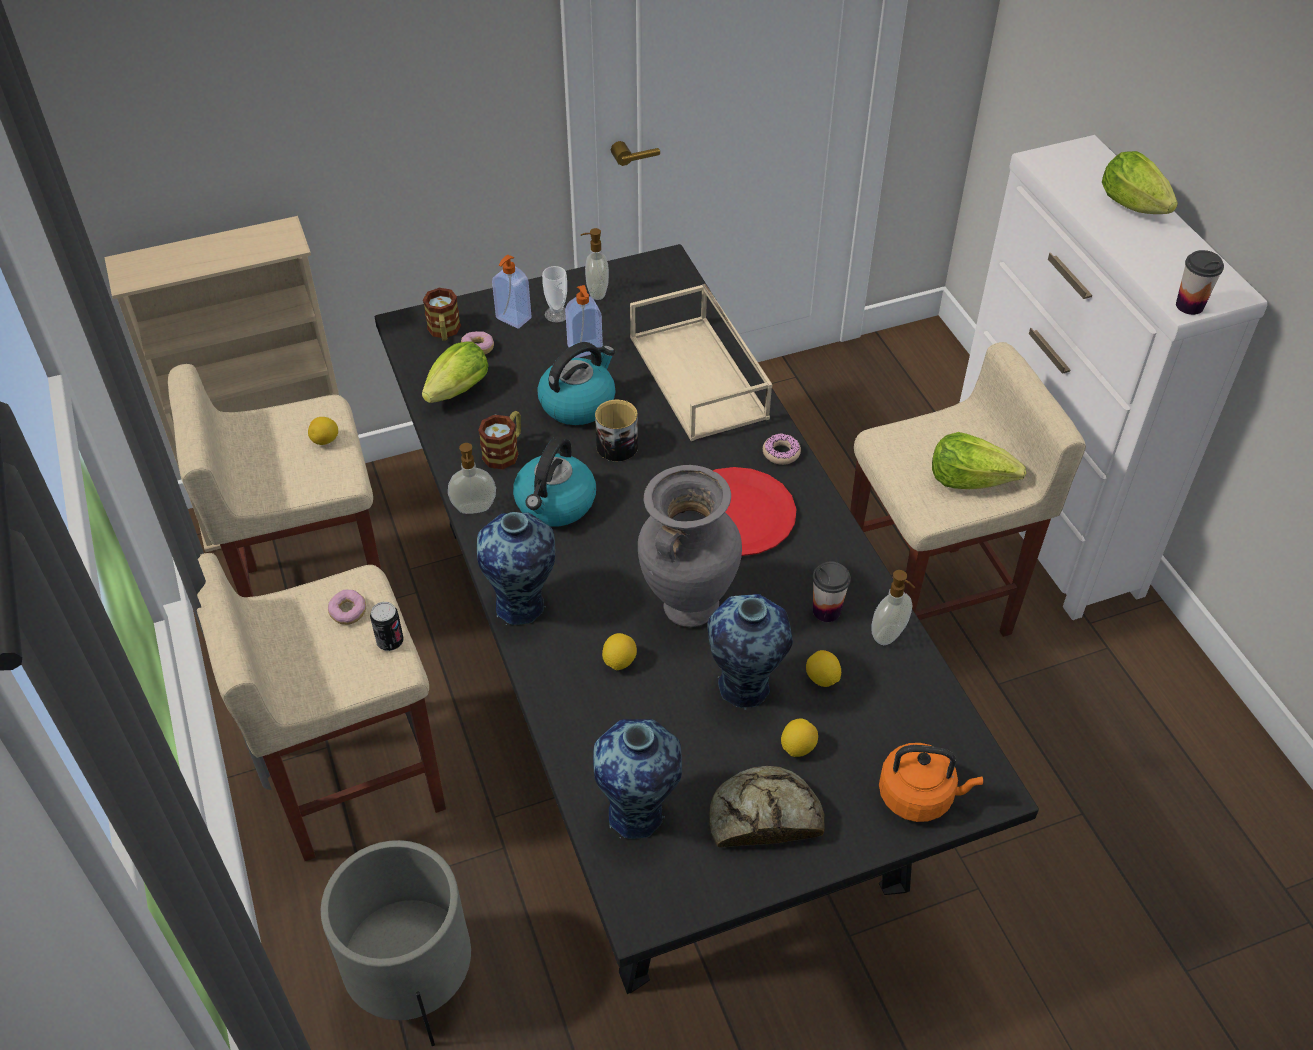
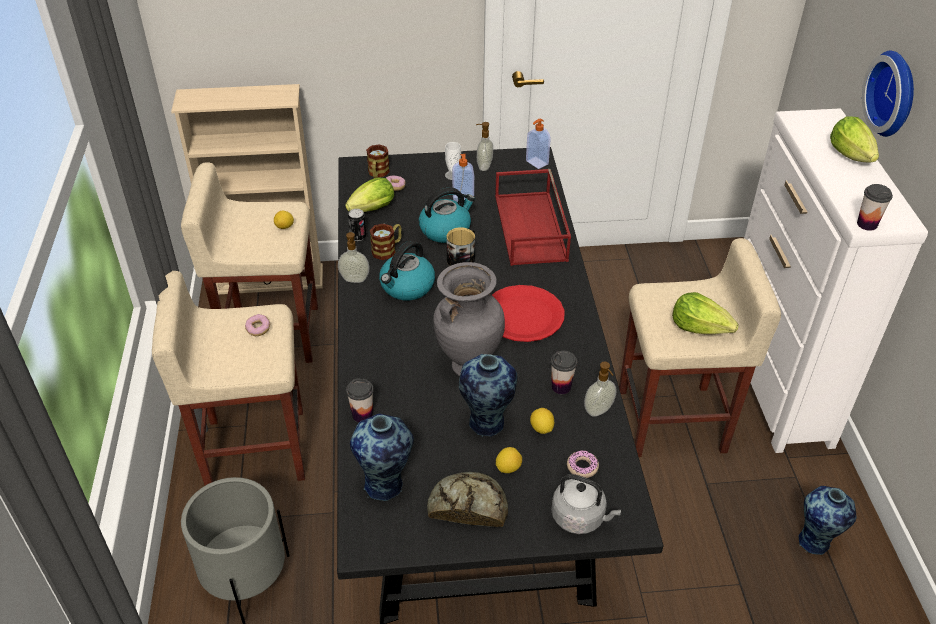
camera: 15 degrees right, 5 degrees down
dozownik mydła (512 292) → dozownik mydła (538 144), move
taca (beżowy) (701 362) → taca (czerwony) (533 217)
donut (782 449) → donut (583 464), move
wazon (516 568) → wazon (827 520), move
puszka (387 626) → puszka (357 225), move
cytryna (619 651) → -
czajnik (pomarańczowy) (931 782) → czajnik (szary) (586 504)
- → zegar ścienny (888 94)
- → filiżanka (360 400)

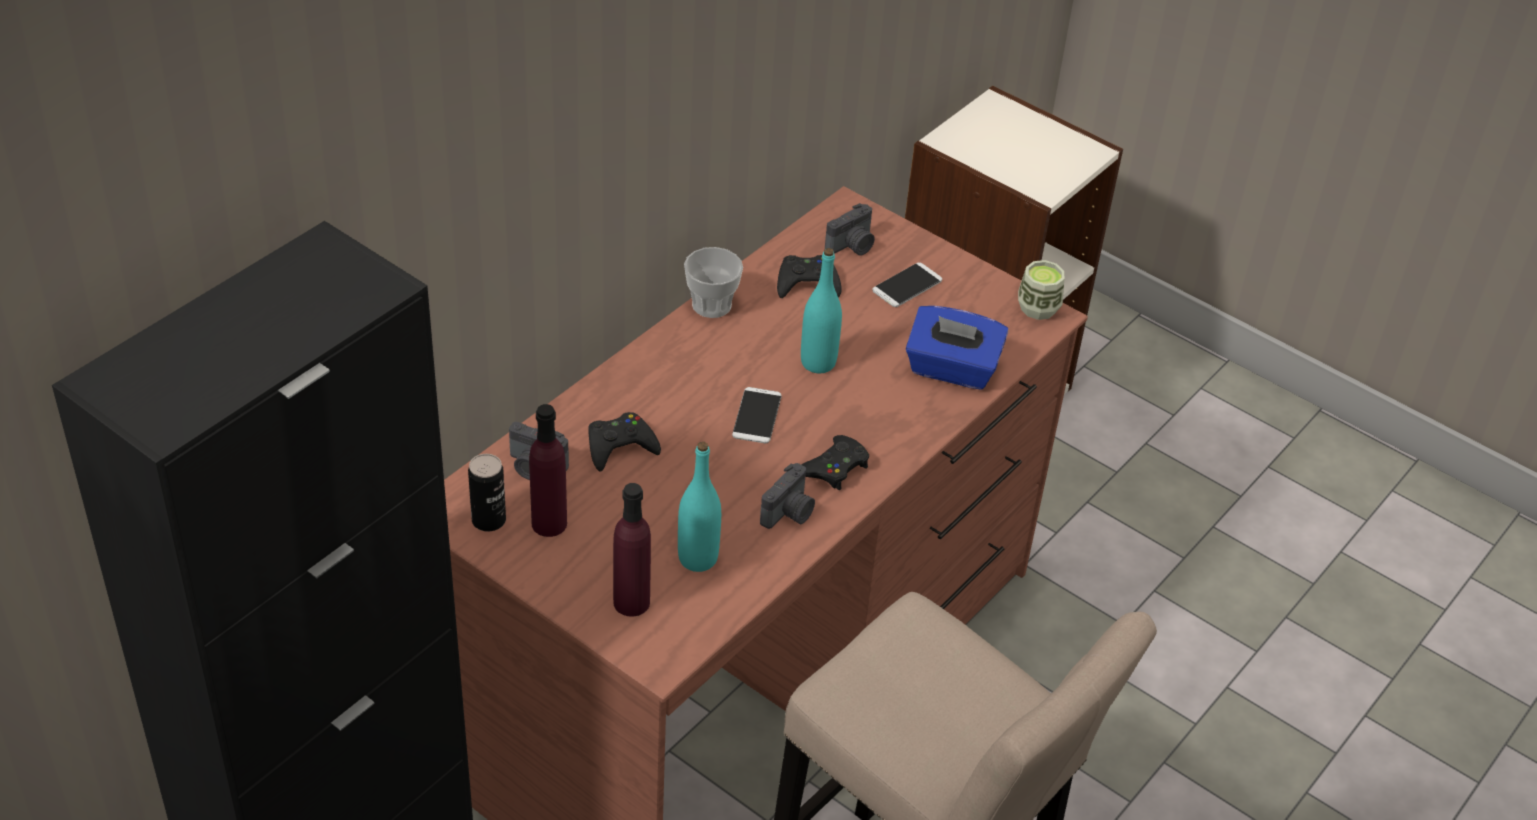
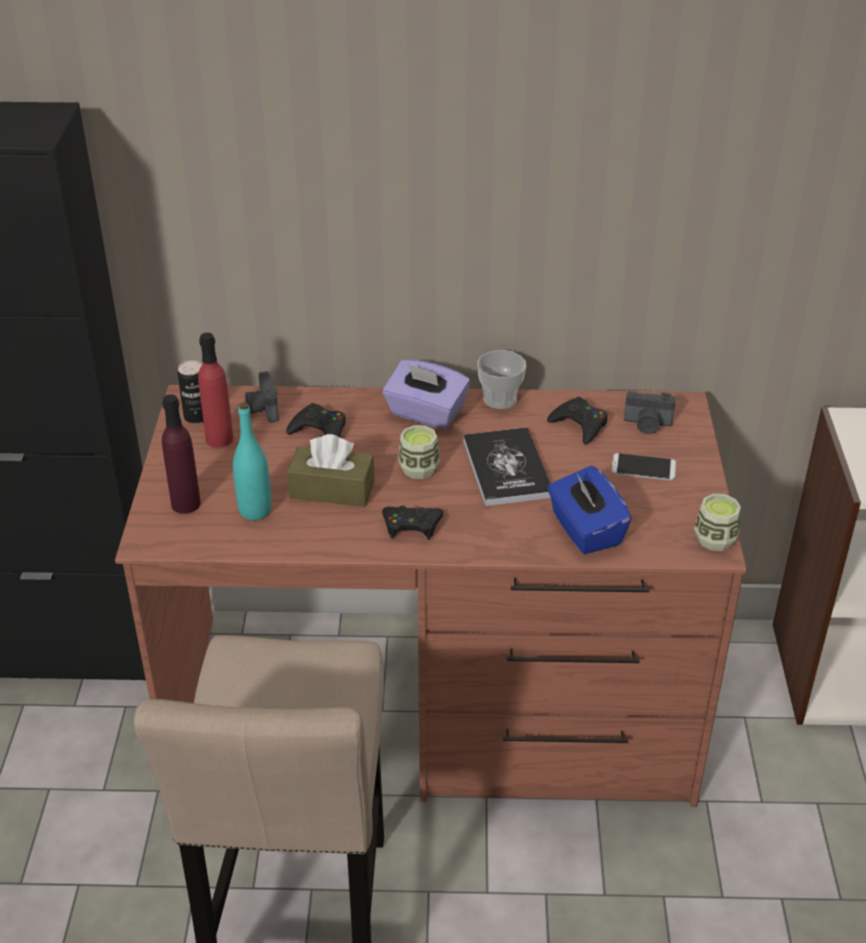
camera: 55 degrees right, 5 degrees down
butelka (turkusowy) (821 310) → książka (507 466)
telefon (757 415) → filiżanka (419 452)
butelka (fioletowy) (548 470) → butelka (czerwony) (215 390)
aparat fotograficzny (787 496) → -
- → pudełko chusteczek (fioletowy) (426 394)
- → pudełko chusteczek (brązowy) (330 470)

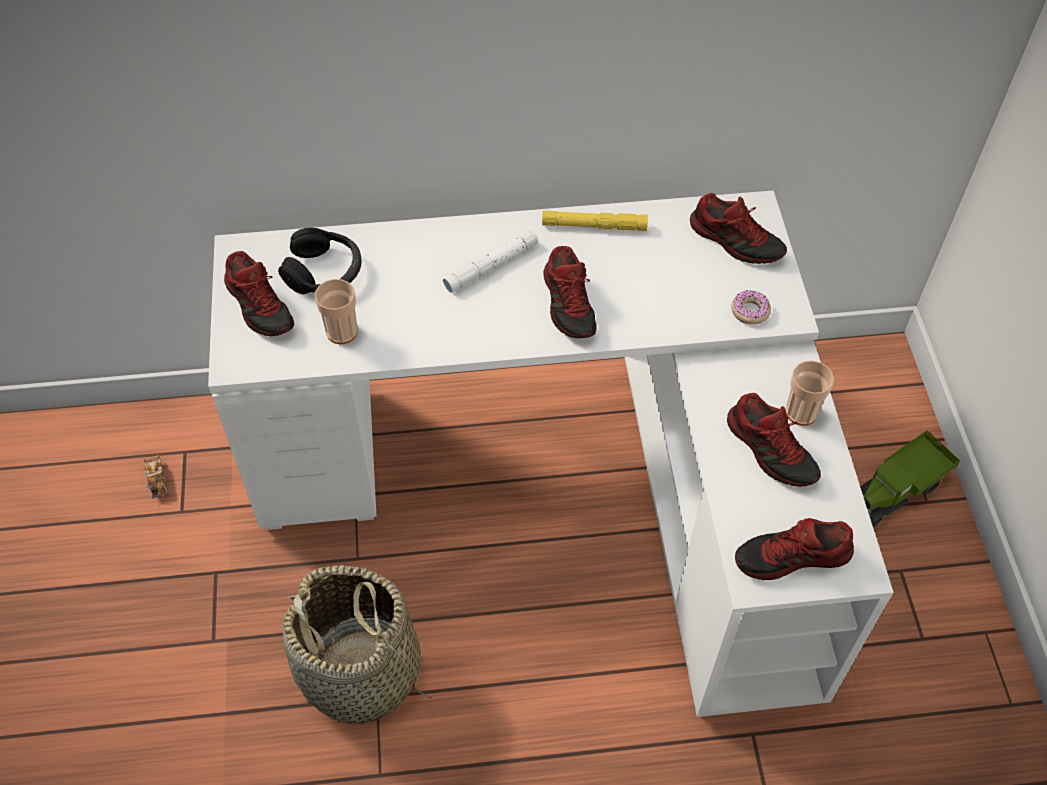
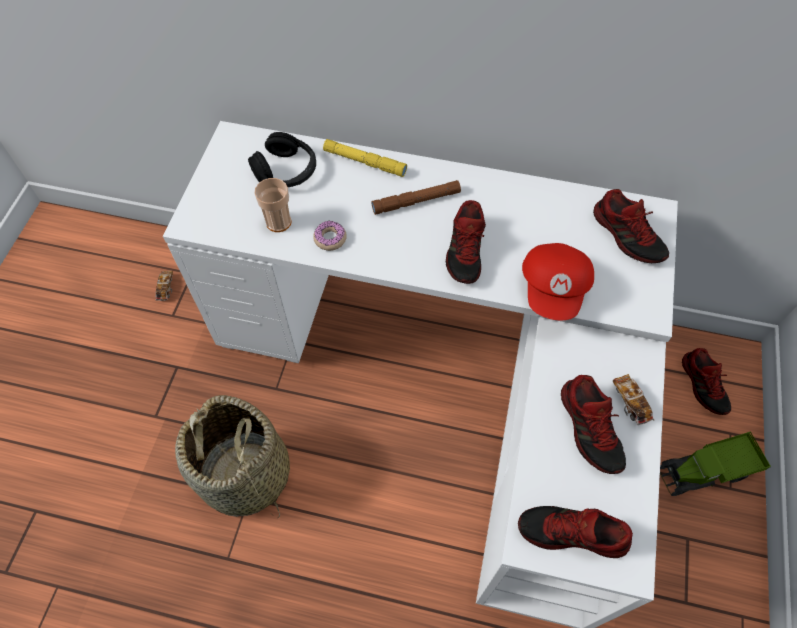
camera: 20 degrees right, 5 degrees up
latarka (żółty) (595 220) → latarka (żółty) (365 158), move
latarka (biały) (490 261) → latarka (brązowy) (416 197)
but (259 293) → but (706 381), move
donut (751 307) → donut (330 236), move
filiżanka (809 393) → samochodzik (633 399)
- → czapka z daszkiem (czerwony) (558 281)

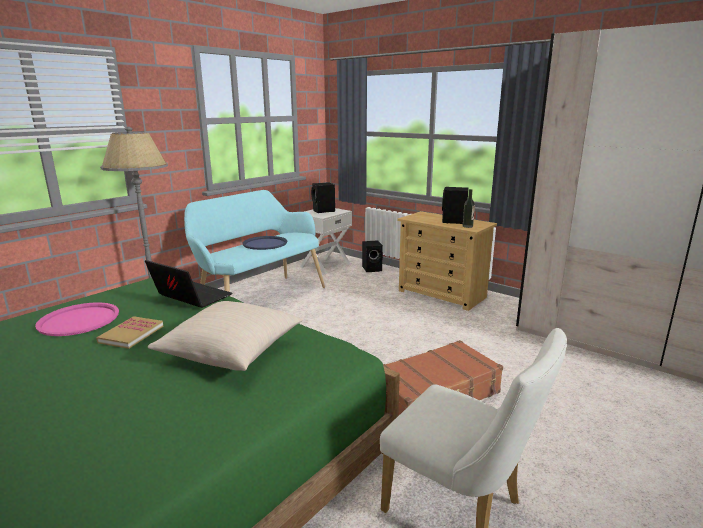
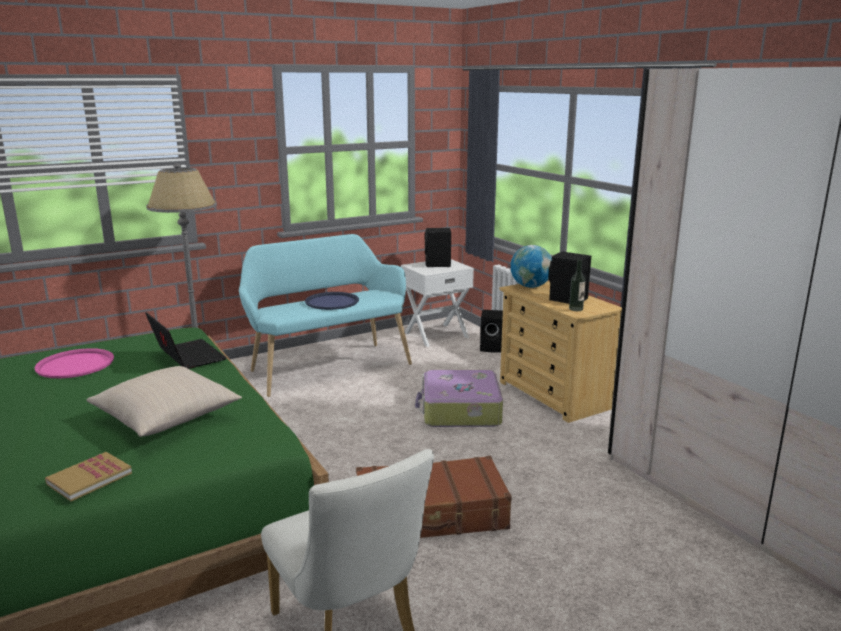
camera: 20 degrees right, 0 degrees up
książka (129 332) → książka (88 476), move
- → globus (531 266)
- → walizka (459 398)

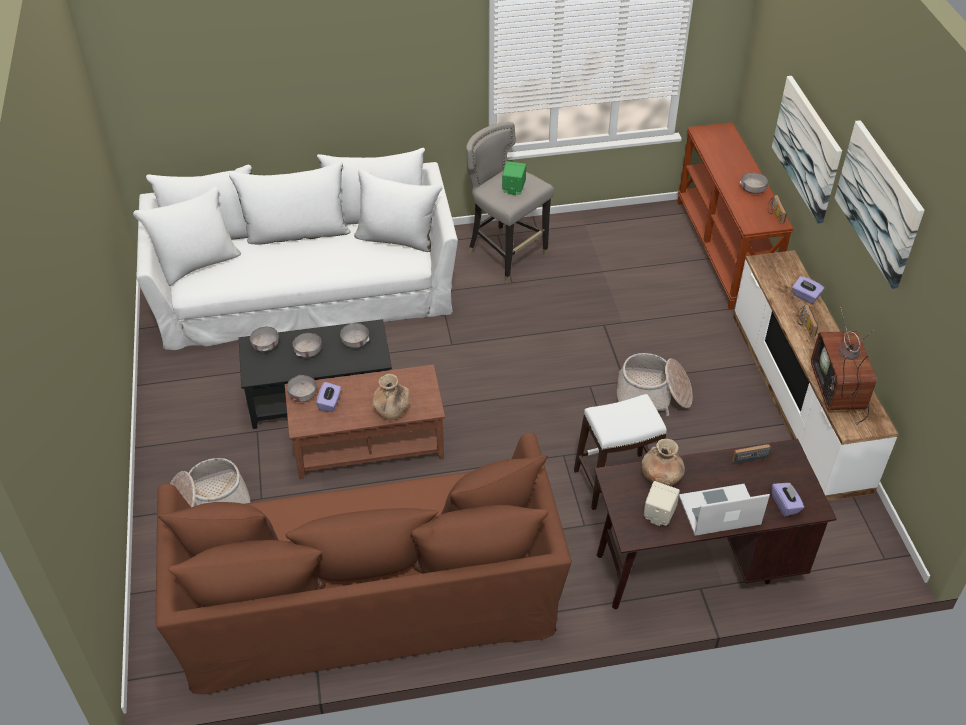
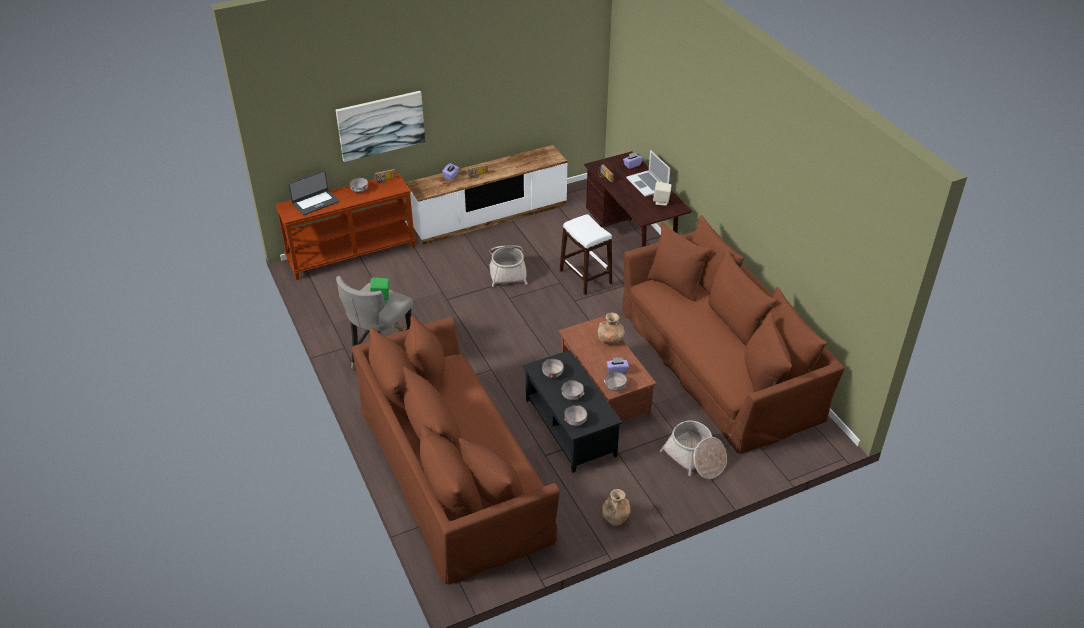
camera: 105 degrees left, 5 degrees down
obraz (880 204) → -
kanapa (biały) (295 249) → kanapa (brązowy) (456 450)
telewizor (843 366) → -
wazon (brązowy) (663 462) → wazon (brązowy) (616 507), move
- → laptop (313 193)

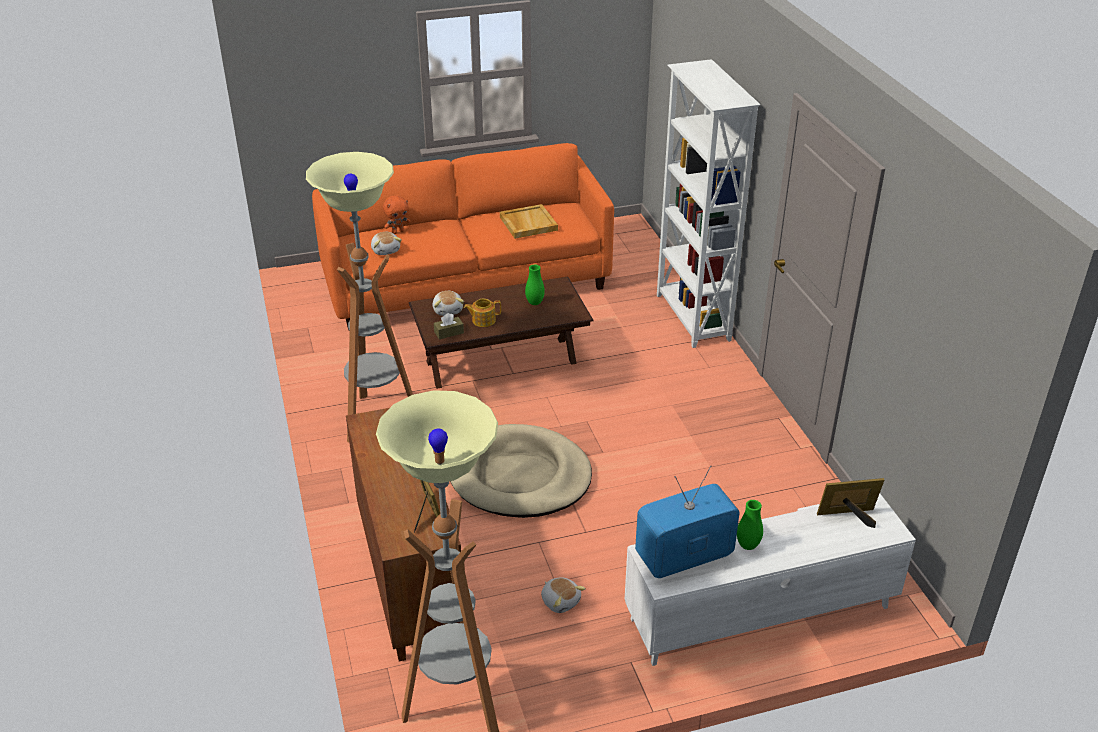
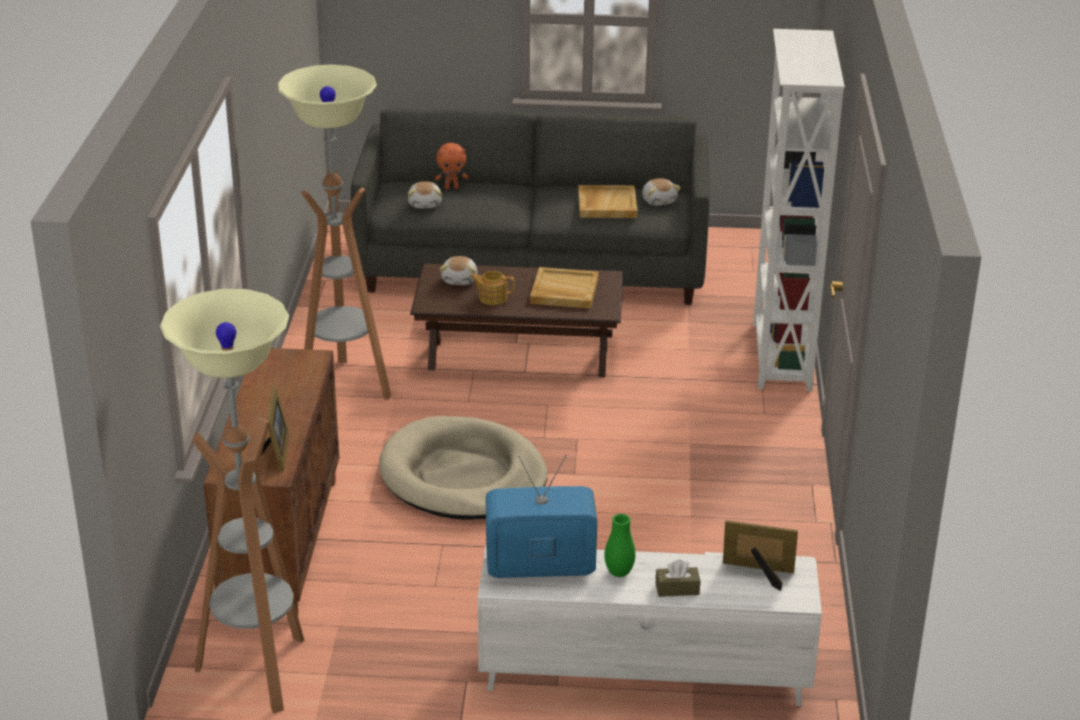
camera: 20 degrees right, 5 degrees down
kanapa (pomarańczowy) (463 236) → kanapa (szary) (530 207)
wazon (zielony) (535 285) → taca (beżowy) (564 288)
pudełko chusteczek (brązowy) (449 326) → pudełko chusteczek (brązowy) (678 578), move
pluszak (563 595) → pluszak (661 192), move

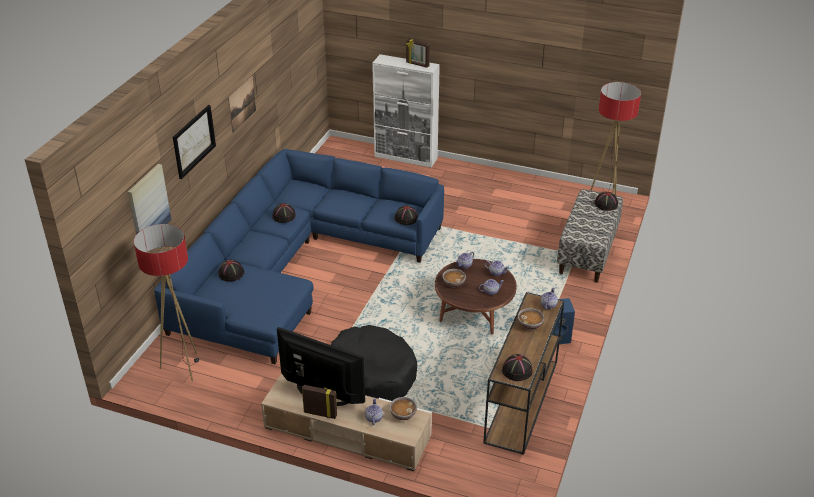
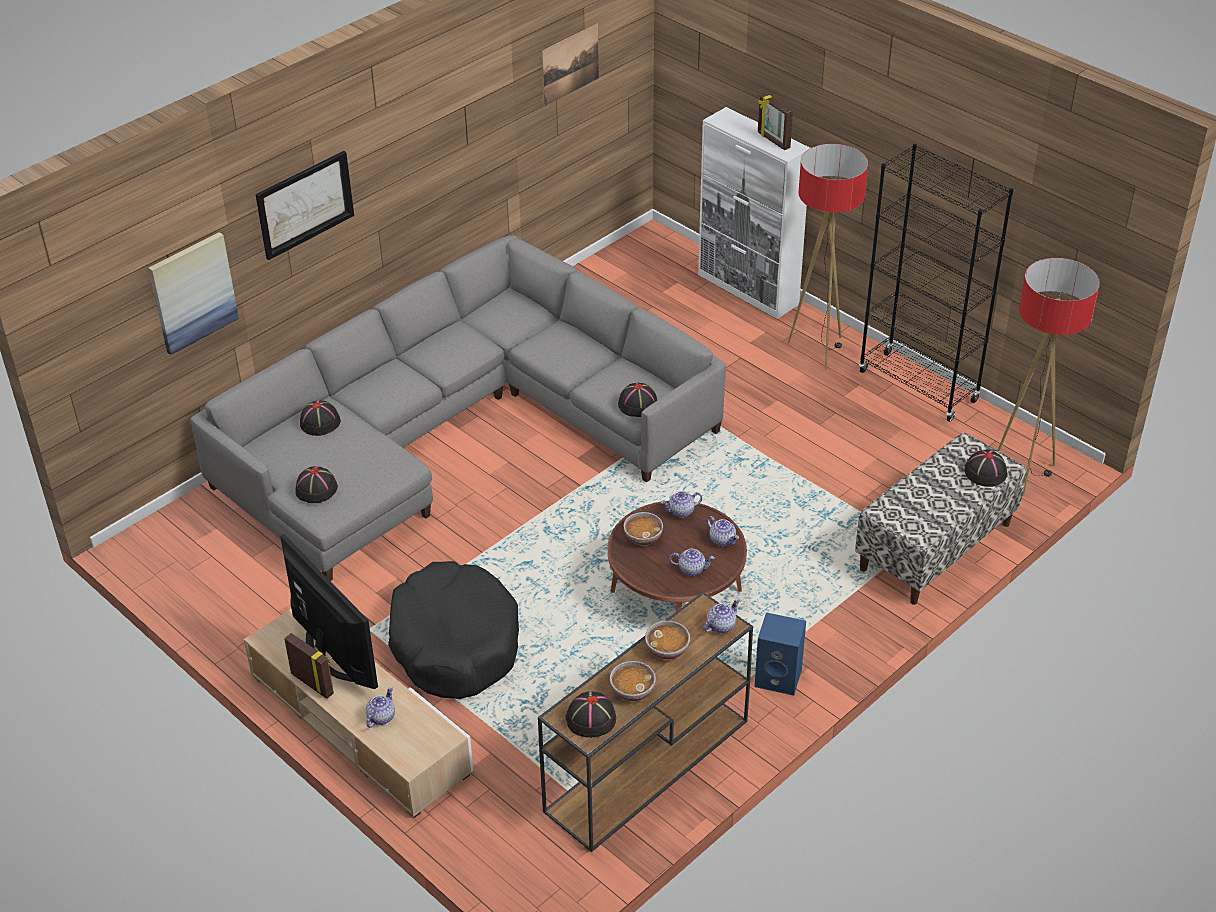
camera: 25 degrees right, 5 degrees up
obraz (242 104) → obraz (570 65), move
kanapa (niebieski) (299 256) → kanapa (szary) (458 408)
kapelusz (czarny) (284 213) → kapelusz (czarny) (316 484), move
lampa stojąca (167 302) → lampa stojąca (828 256), move
miska (403 408) → miska (633 681), move
- → regał (czarny) (936 283)

